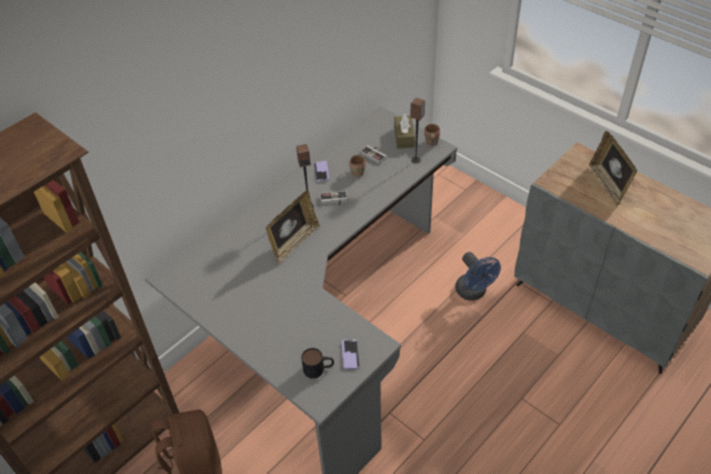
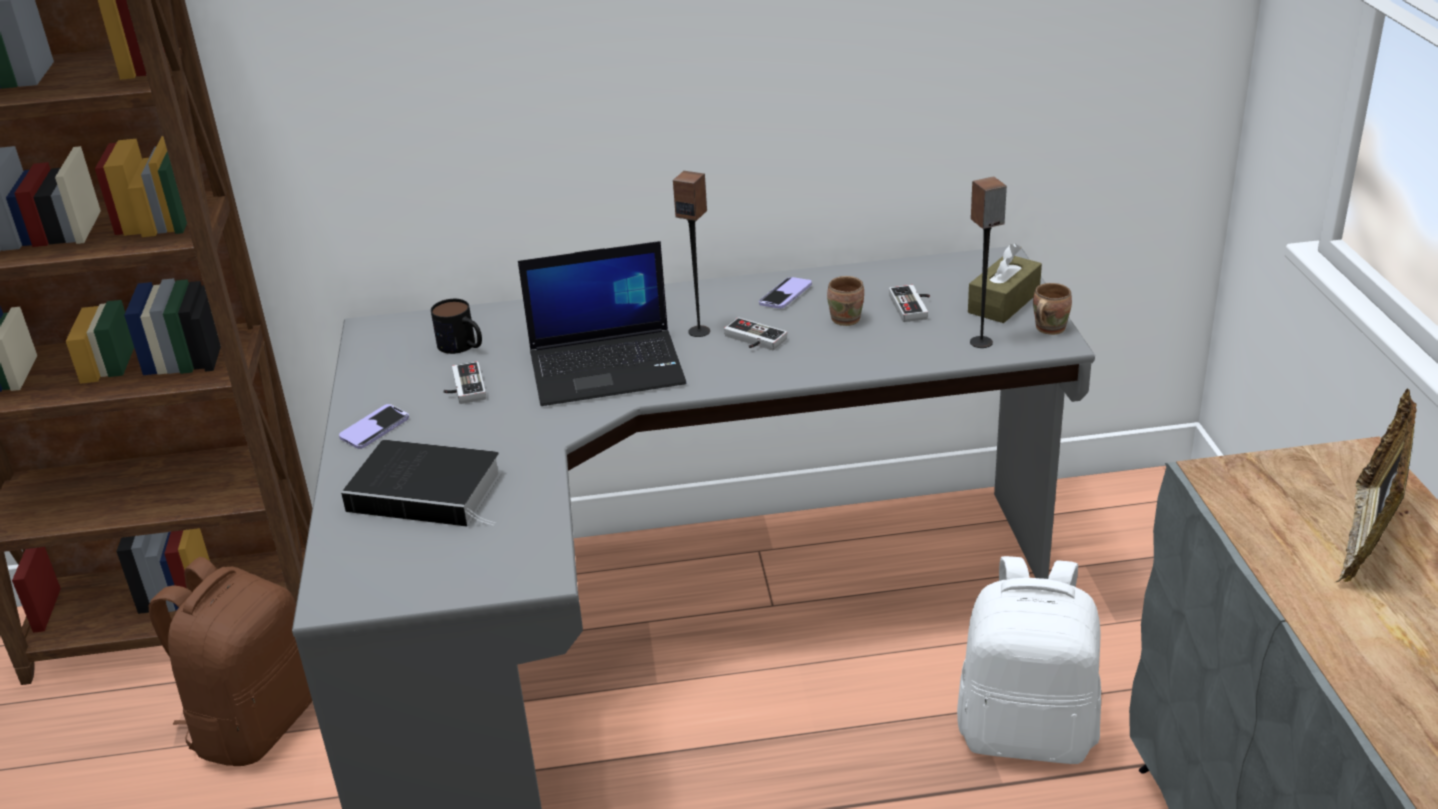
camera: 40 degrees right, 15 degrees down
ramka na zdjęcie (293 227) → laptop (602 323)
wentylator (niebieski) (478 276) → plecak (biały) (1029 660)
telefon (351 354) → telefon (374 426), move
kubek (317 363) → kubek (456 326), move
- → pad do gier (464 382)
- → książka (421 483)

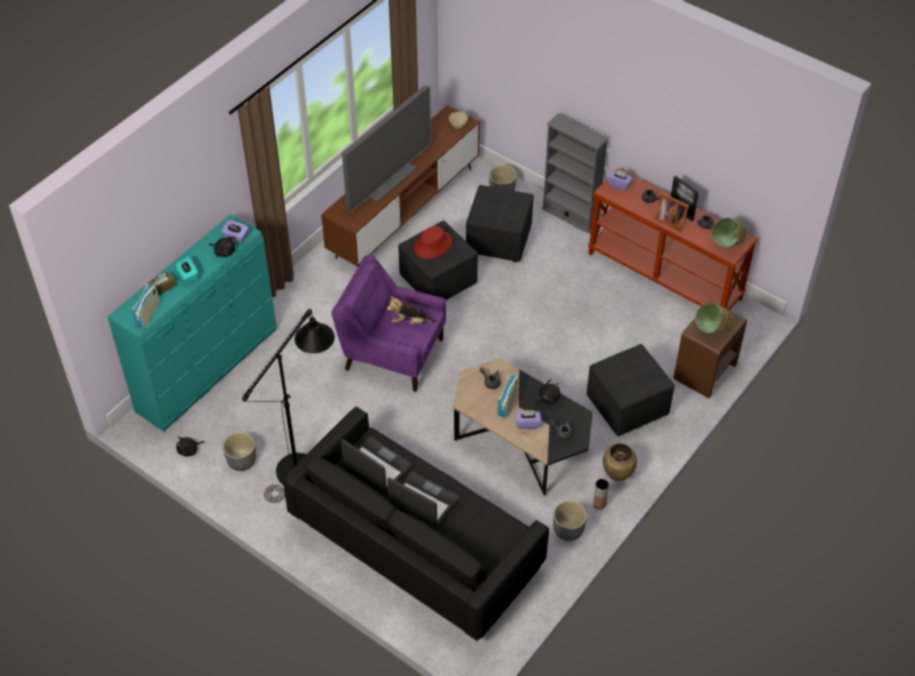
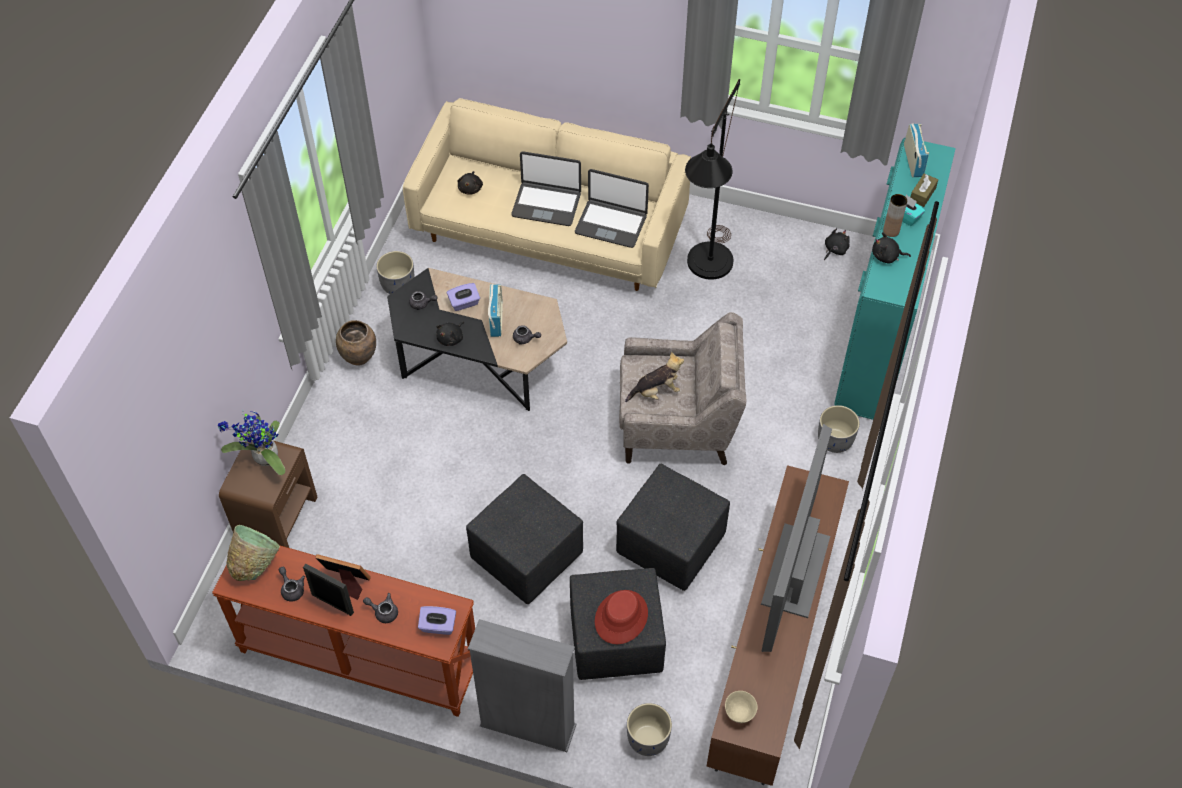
camera: 160 degrees right, 5 degrees up
pudełko chusteczek (fioletowy) (235 231) → -
kapelusz (czerwony) (433 242) → kapelusz (czerwony) (621 617), move
fotel (fioletowy) (388 323) → fotel (beżowy) (683 388)
miska (zielony) (714 318) → roślina doniczkowa (251 442)
pufa (czarny) (631 390) → pufa (czarny) (524 539), move
kanapa (czarny) (416 524) → kanapa (beżowy) (547 194)
donica (szary) (239 451) → donica (szary) (839 429), move
wazon (brązowy) (601 494) → wazon (brązowy) (895 215), move
- → pluszak (czarny) (470 183)

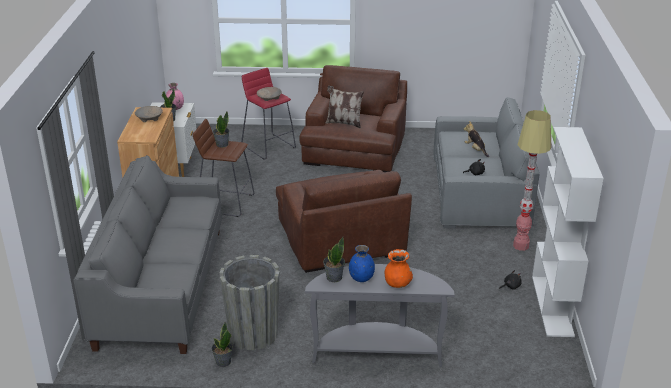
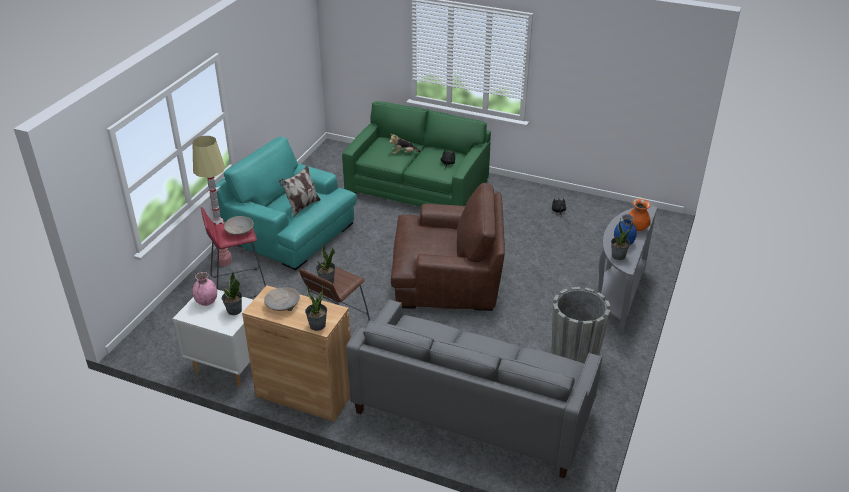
camera: 70 degrees left, 5 degrees up
fotel (brązowy) (353 118) → fotel (turkusowy) (286 203)
kanapa (szary) (486 163) → kanapa (zielony) (416 154)
lampa stojąca (532 180) → lampa stojąca (212 201), move
regał (biały) (567 232) → -
roślina doniczkowa (222 344) → roślina doniczkowa (316 308), move

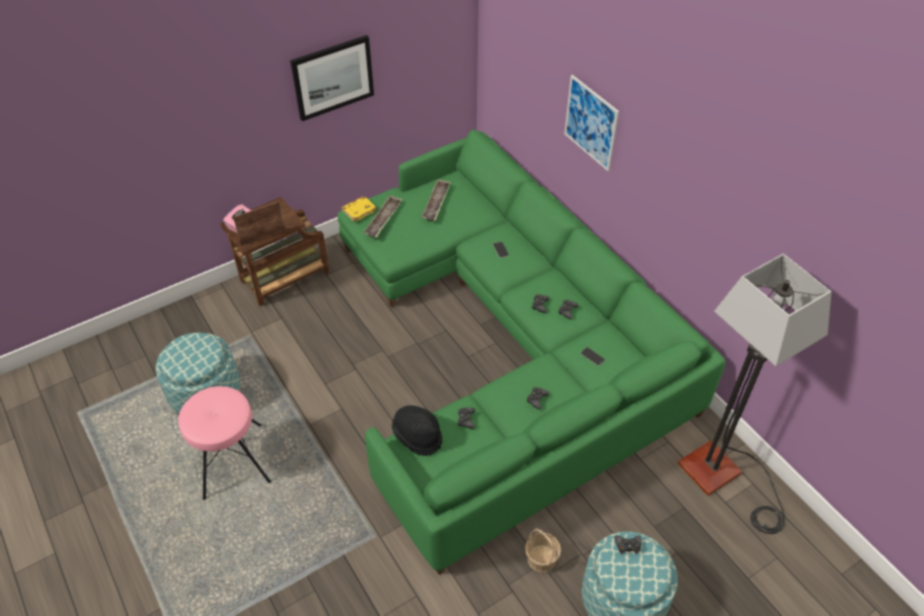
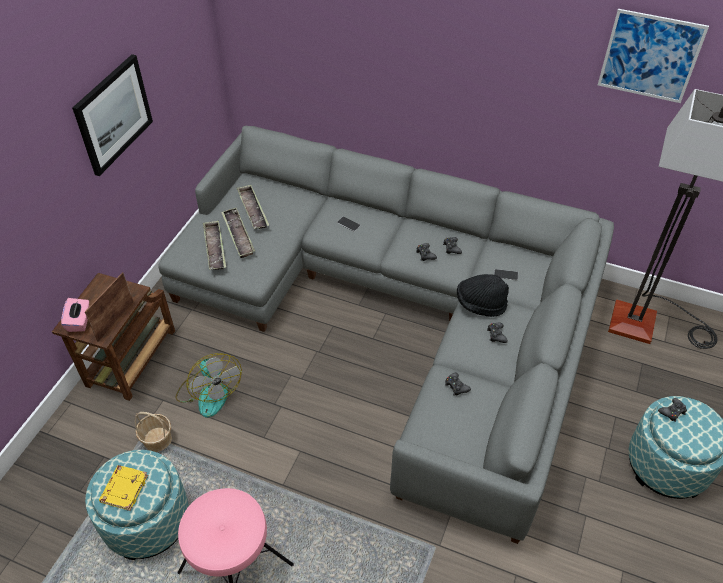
camera: 35 degrees left, 0 degrees up
obraz (591 123) → obraz (653 56), move
kanapa (zielony) (531 352) → kanapa (szary) (386 335)
książka (żółty) (359 209) → książka (żółty) (123 488), move
kapelusz (czarny) (417 430) → kapelusz (czarny) (483 295), move
koszyk (543 550) → koszyk (153 432), move
- → taca (238 233)
- → wentylator (209 385)

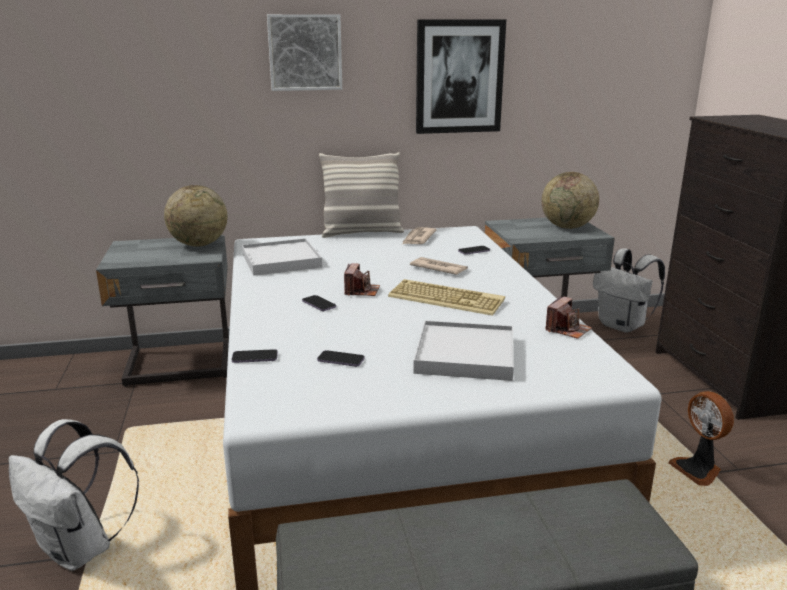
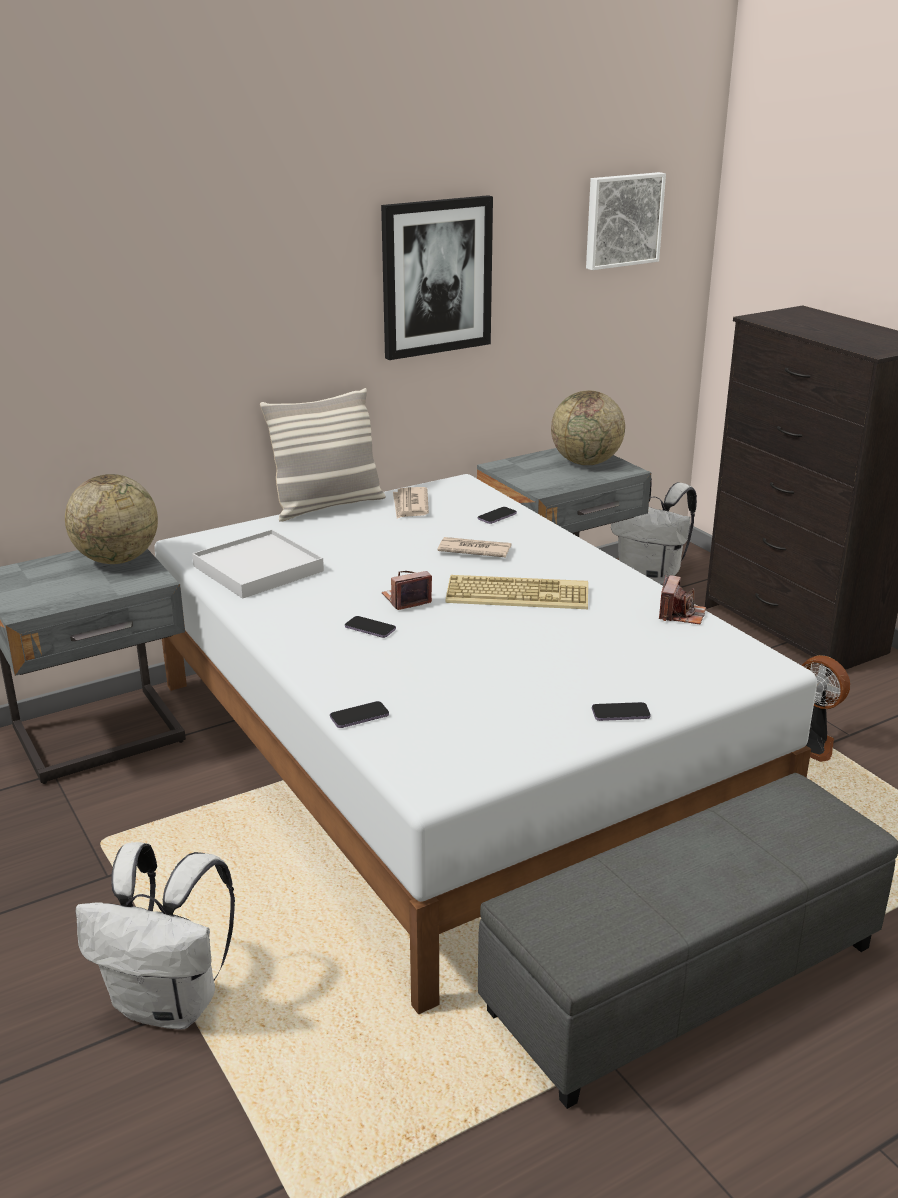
camera: 20 degrees left, 5 degrees up
obraz (304 52) → obraz (626 221), move
aparat fotograficzny (362 279) → aparat fotograficzny (407 590), 105 degrees counterclockwise
taca (biały) (463 351) → -
telefon (341 358) → telefon (621 711), move

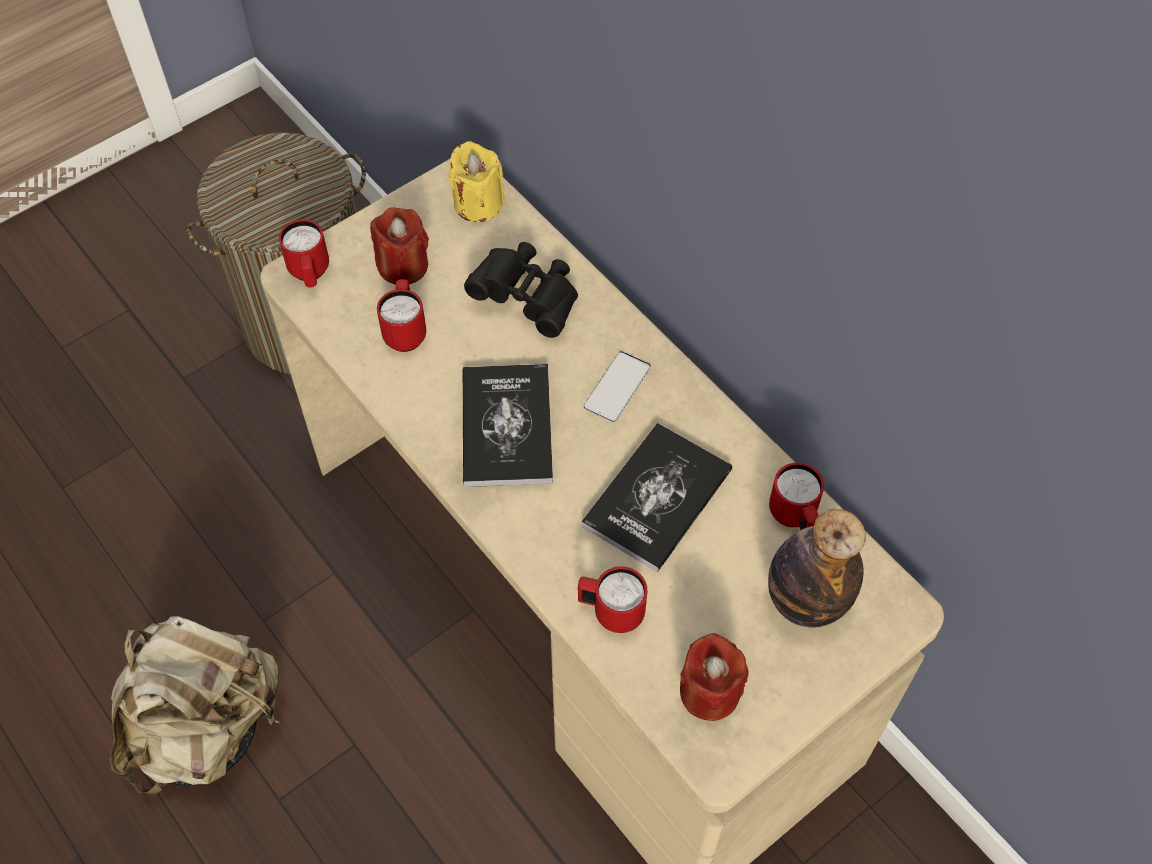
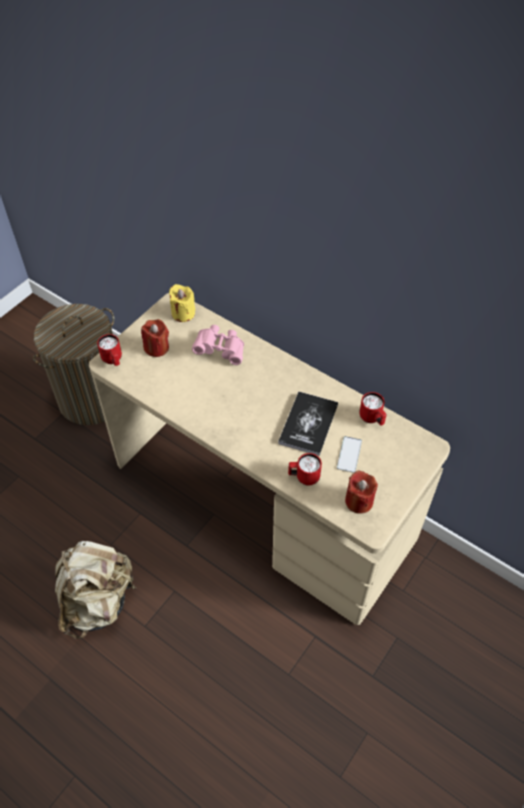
camera: 15 degrees left, 5 degrees down
lornetka (czarny) (521 290) → lornetka (różowy) (218 345)
kubek (czerwony) (401 315) → -
telefon (617 386) → telefon (349 454), move
książka (508 425) → -
butelka (817 568) → -

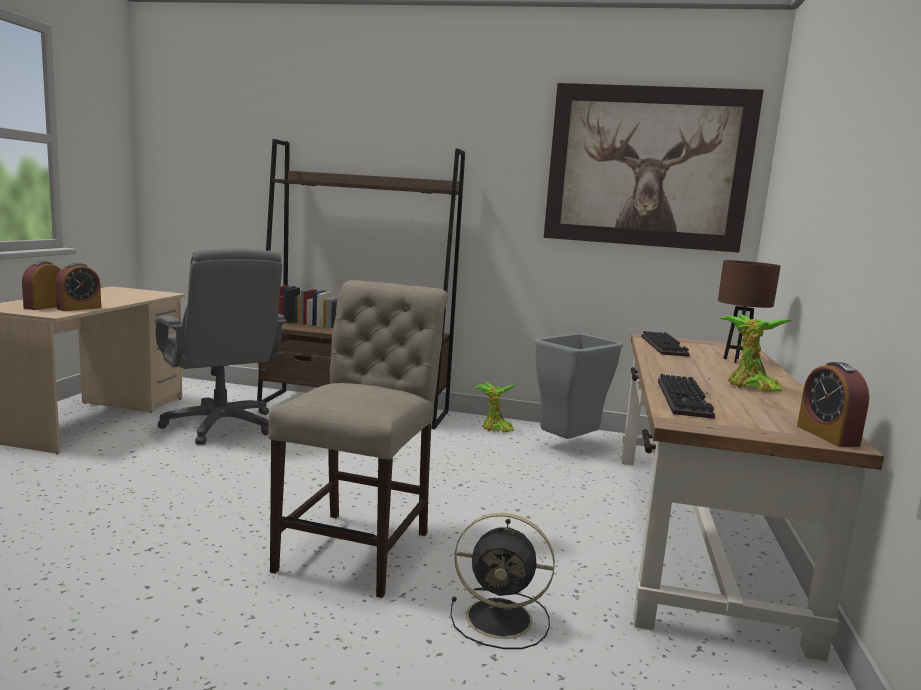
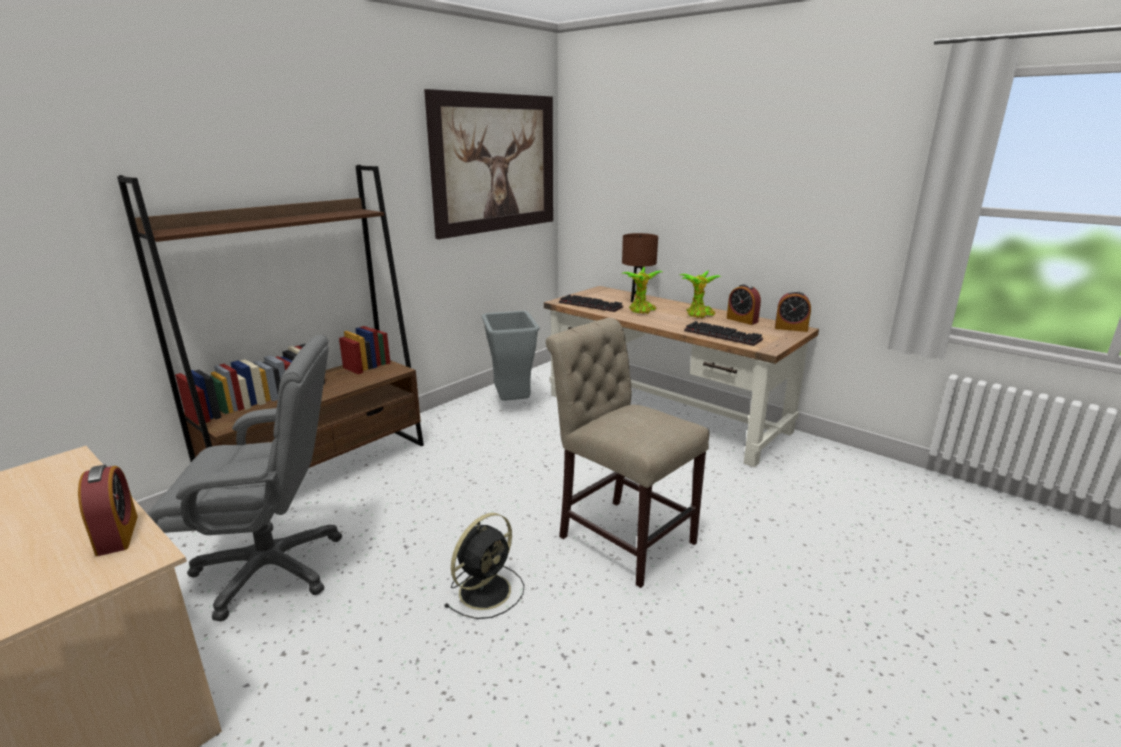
camera: 60 degrees left, 10 degrees up
budzik (41 285) → budzik (744 304), move
roślina doniczkowa (495 407) → roślina doniczkowa (642 290), move
wentylator (czarny) (502 581) → wentylator (czarny) (484 566), move

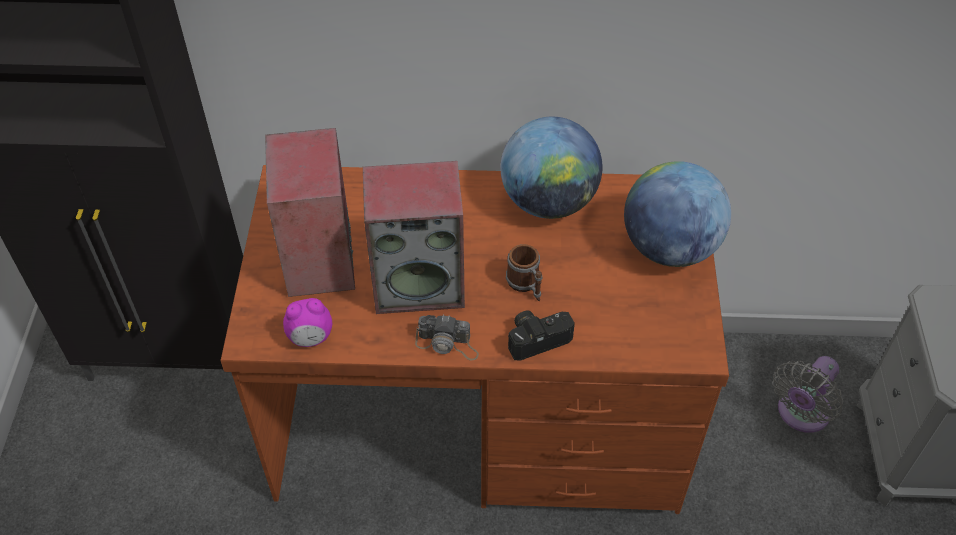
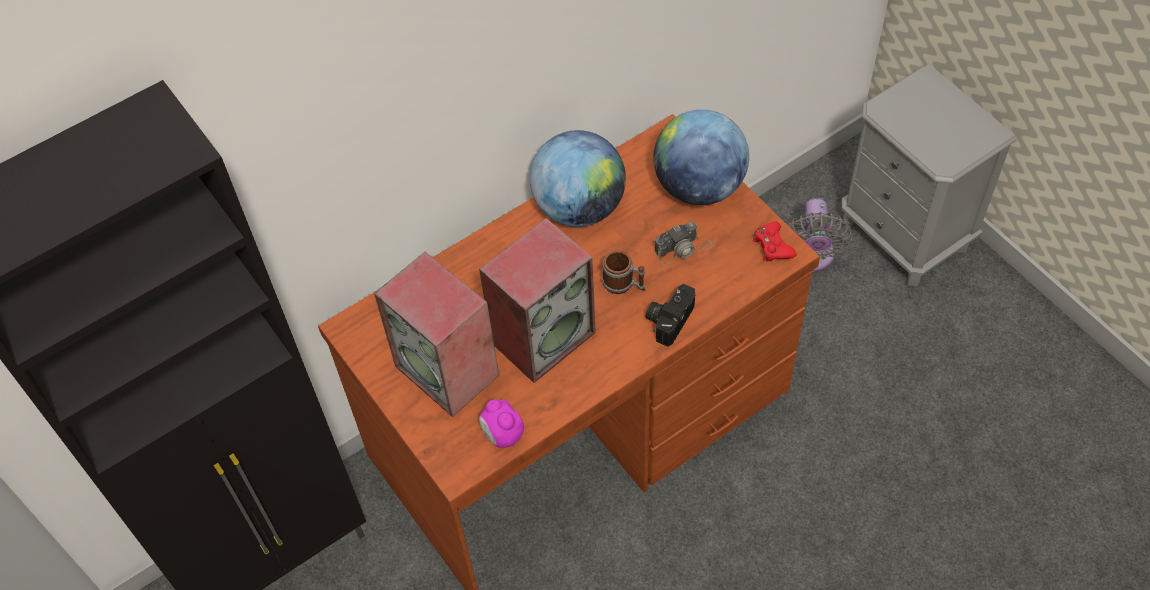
camera: 35 degrees left, 5 degrees up
budzik (307 322) → budzik (501 423), 105 degrees clockwise
aparat fotograficzny (447 337) → aparat fotograficzny (684 243), move
- → pad do gier (czerwony) (774 241)

